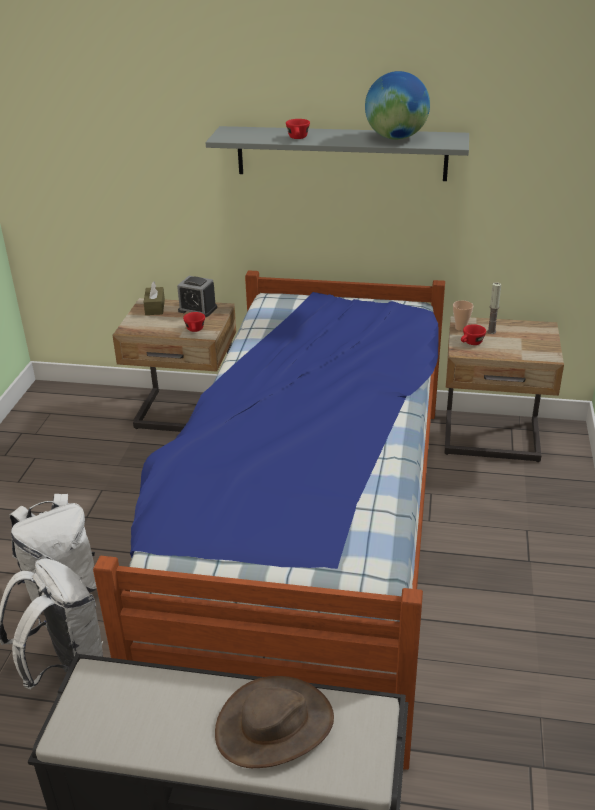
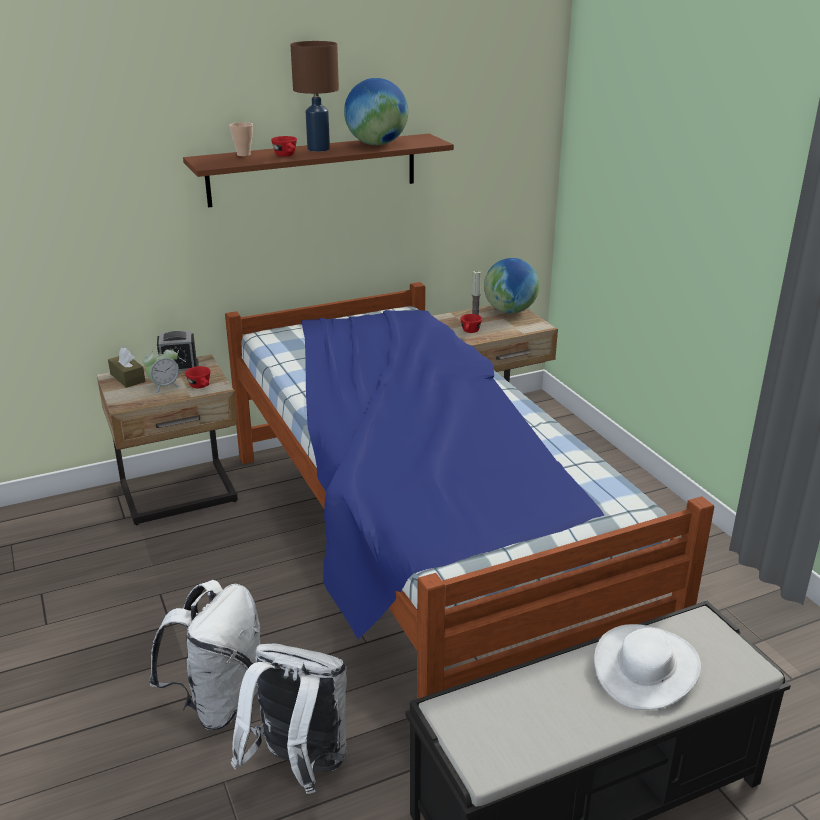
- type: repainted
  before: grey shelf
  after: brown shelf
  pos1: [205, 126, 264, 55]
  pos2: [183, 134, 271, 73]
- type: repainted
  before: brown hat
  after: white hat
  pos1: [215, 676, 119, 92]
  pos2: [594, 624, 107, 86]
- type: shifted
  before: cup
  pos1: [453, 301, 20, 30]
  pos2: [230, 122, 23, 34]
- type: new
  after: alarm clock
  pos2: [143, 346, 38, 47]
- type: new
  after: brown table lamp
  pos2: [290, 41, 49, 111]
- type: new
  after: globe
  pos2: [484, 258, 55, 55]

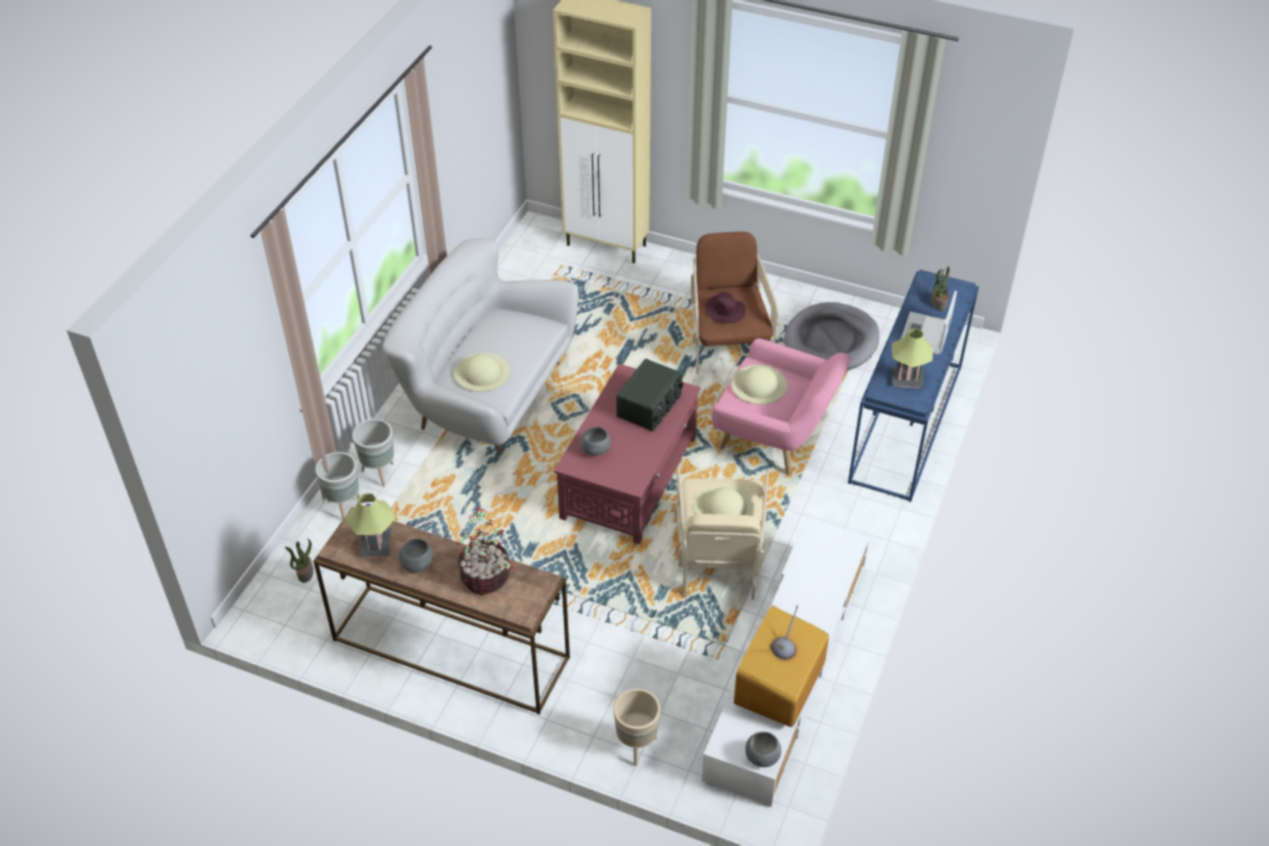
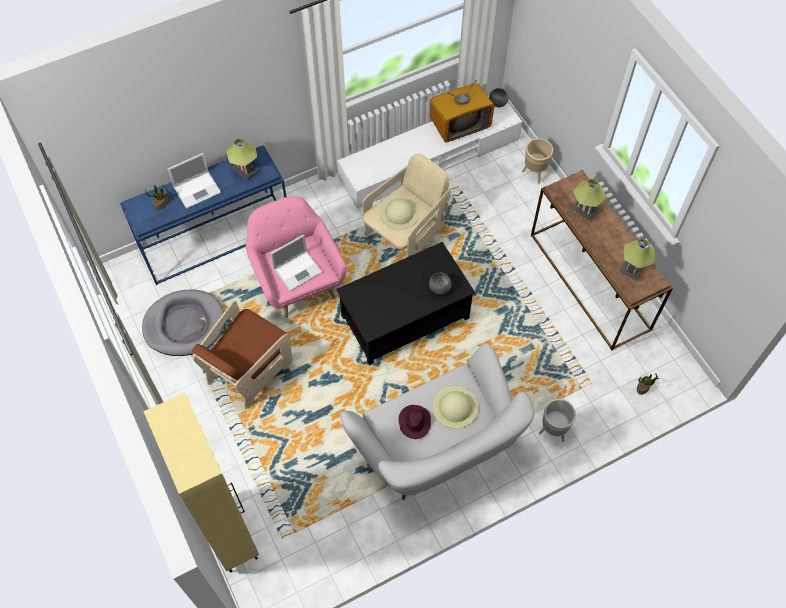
- type: gone
  before: grey planter
  pos1: [315, 452, 45, 68]
- type: gone
  before: grey bowl
  pos1: [399, 539, 35, 34]
- type: swapped
  before: potted plant
  after: table lamp
  pos1: [456, 508, 57, 87]
  pos2: [571, 179, 35, 42]
- type: repainted
  before: red coffee table
  after: black coffee table
  pos1: [554, 364, 147, 180]
  pos2: [336, 242, 139, 123]
- type: gone
  before: radio
  pos1: [616, 359, 67, 72]
- type: shifted
  before: purple hat
  pos1: [705, 292, 41, 31]
  pos2: [398, 405, 33, 34]
- type: swapped
  before: beige hat
  after: laptop
  pos1: [731, 365, 57, 40]
  pos2: [270, 234, 52, 57]

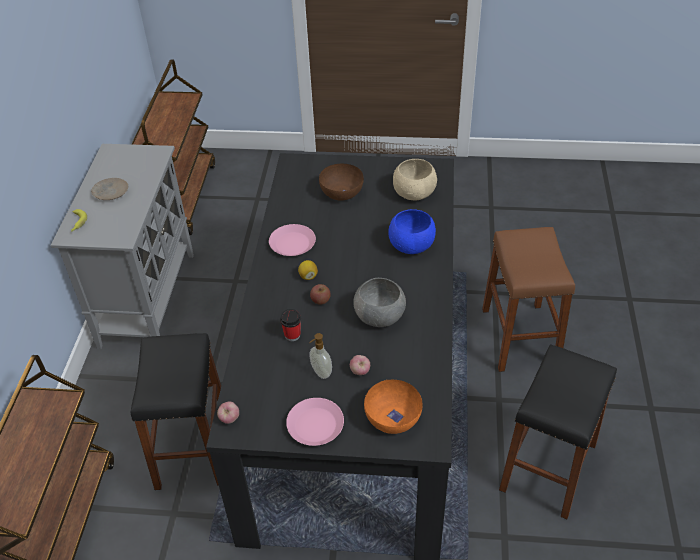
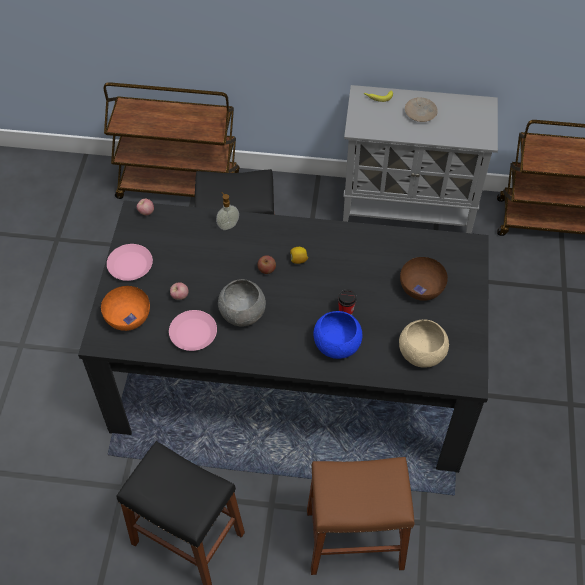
- type: shifted
  before: pink plate
  pos1: [269, 224, 47, 32]
  pos2: [169, 310, 48, 41]
- type: shifted
  before: cup
  pos1: [280, 309, 21, 32]
  pos2: [338, 289, 19, 26]
- type: shifted
  before: soap dispenser
  pos1: [309, 333, 23, 46]
  pos2: [216, 192, 23, 38]

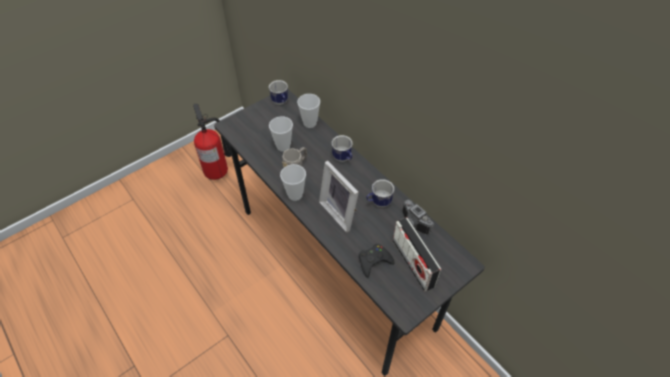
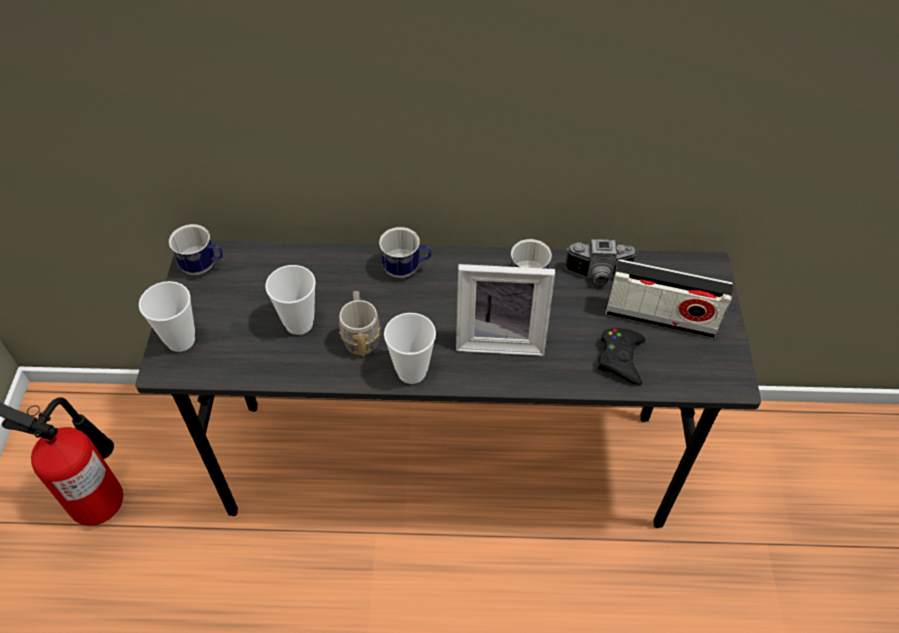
- type: shifted
  before: cup
  pos1: [297, 94, 23, 34]
  pos2: [139, 281, 56, 71]

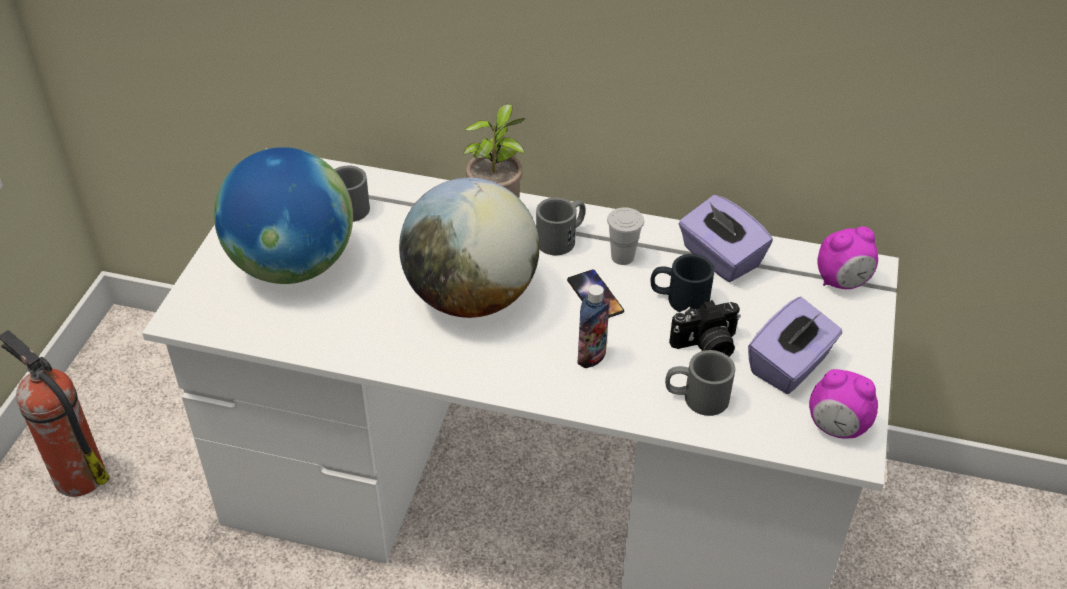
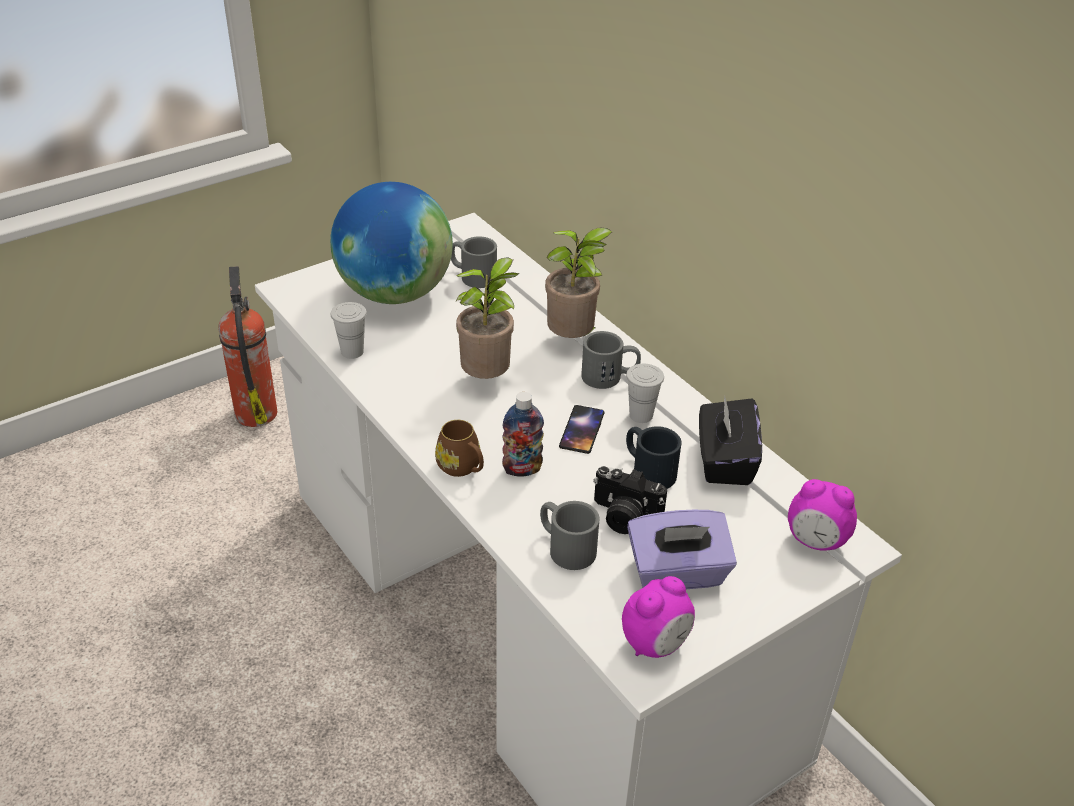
- type: swapped
  before: globe
  after: potted plant
  pos1: [399, 178, 140, 140]
  pos2: [456, 257, 63, 122]
- type: repainted
  before: purple tissue box
  after: black tissue box
  pos1: [679, 195, 94, 87]
  pos2: [699, 395, 63, 90]
- type: rotated
  before: alarm clock
  pos1: [809, 369, 69, 70]
  pos2: [622, 576, 73, 82]
  turn: -105
- type: new
  after: white cup
  pos2: [331, 302, 36, 57]
- type: new
  after: brown mug
  pos2: [435, 420, 49, 57]

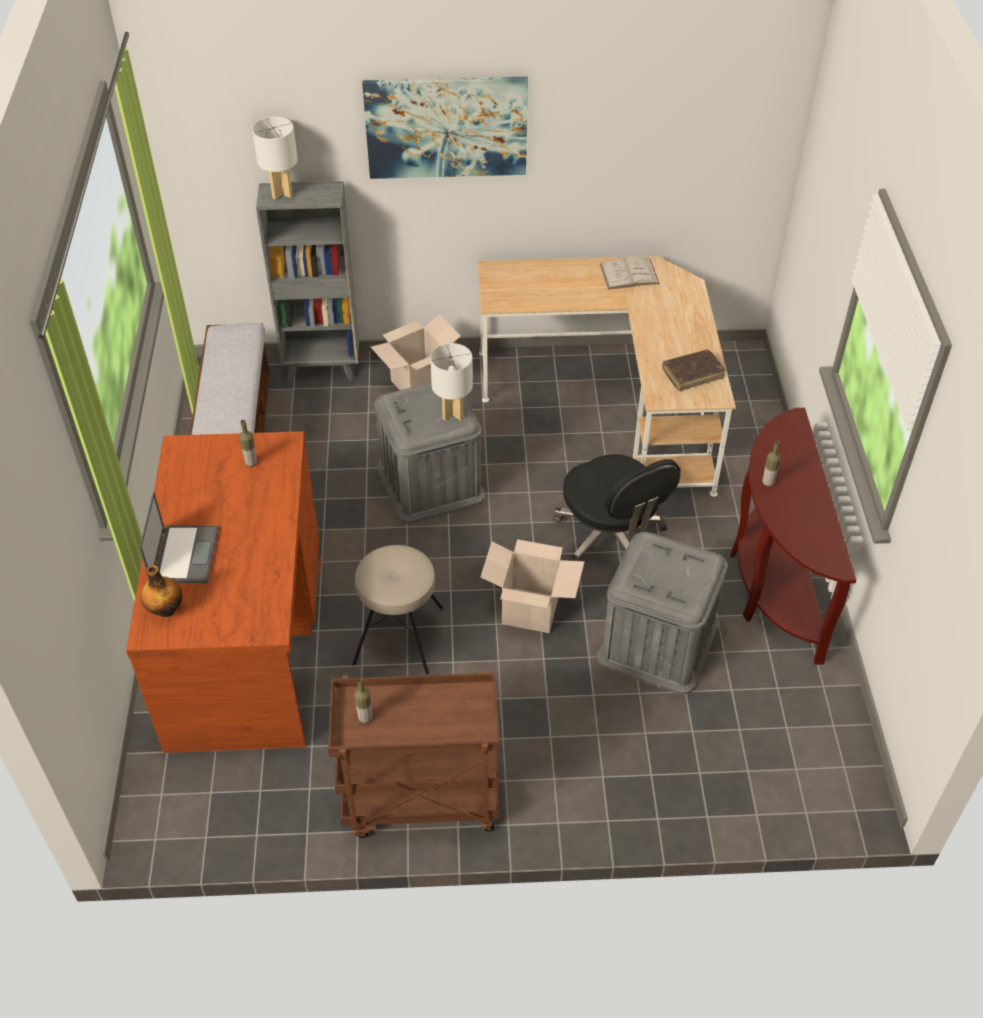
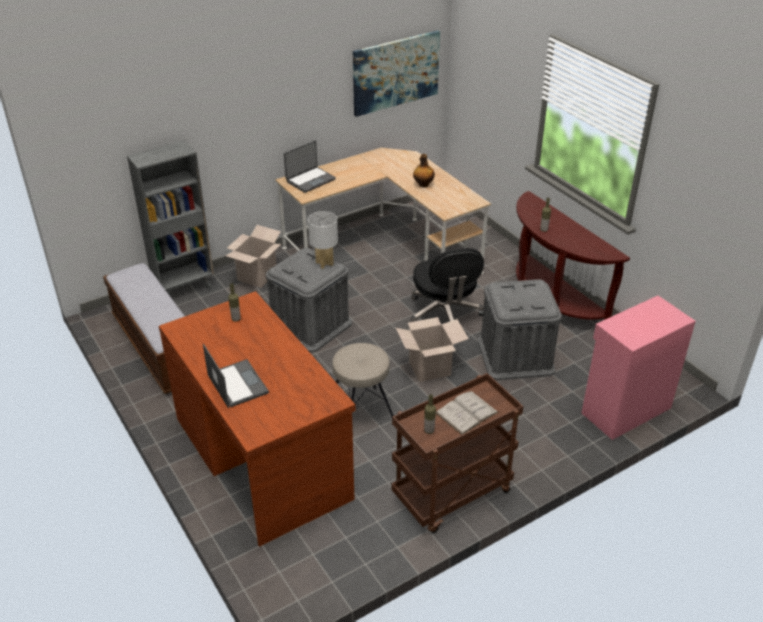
- type: shifted
  before: bottle
  pos1: [140, 565, 42, 52]
  pos2: [413, 154, 22, 33]
- type: gone
  before: white table lamp
  pos1: [252, 117, 46, 83]
- type: shifted
  before: picture
  pos1: [362, 77, 166, 102]
  pos2: [353, 30, 87, 87]
- type: rotated
  before: black office chair
  pos1: [553, 454, 128, 107]
  pos2: [411, 248, 73, 74]
  turn: 45
- type: shifted
  before: white book
  pos1: [600, 256, 60, 33]
  pos2: [436, 391, 63, 44]
- type: gone
  before: brown book
  pos1: [662, 350, 64, 41]
- type: new
  after: laptop
  pos2: [284, 141, 52, 52]
- type: new
  after: pink cabinet
  pos2: [582, 296, 114, 144]

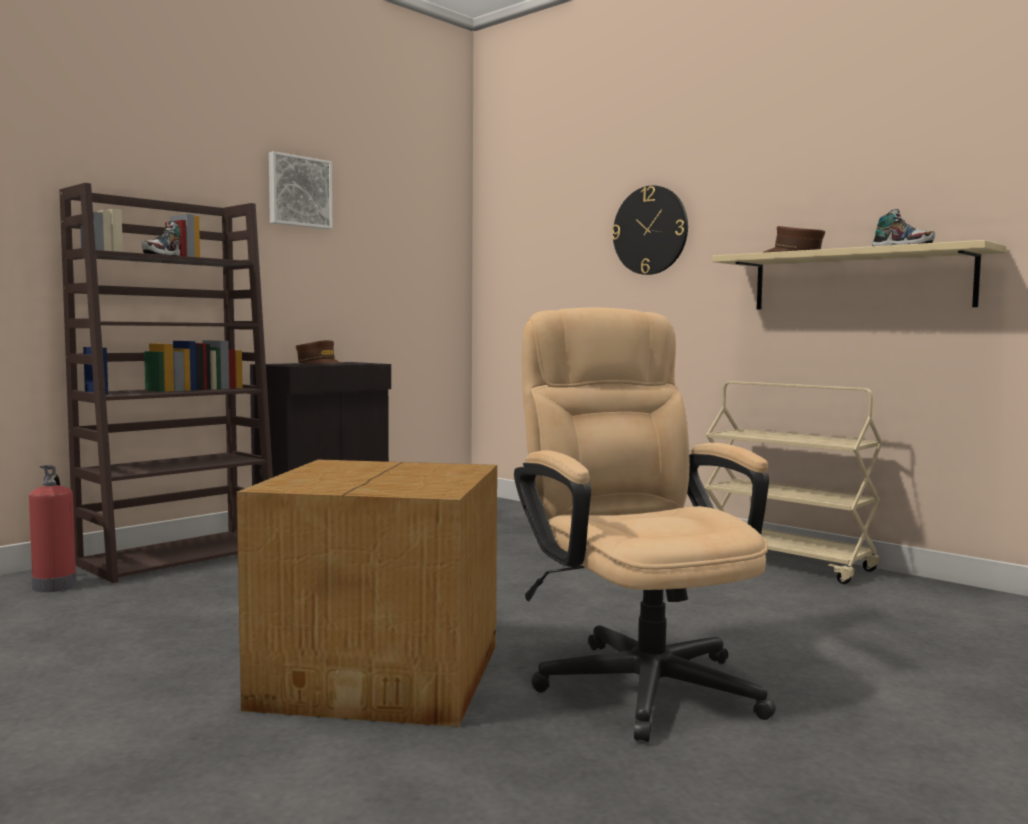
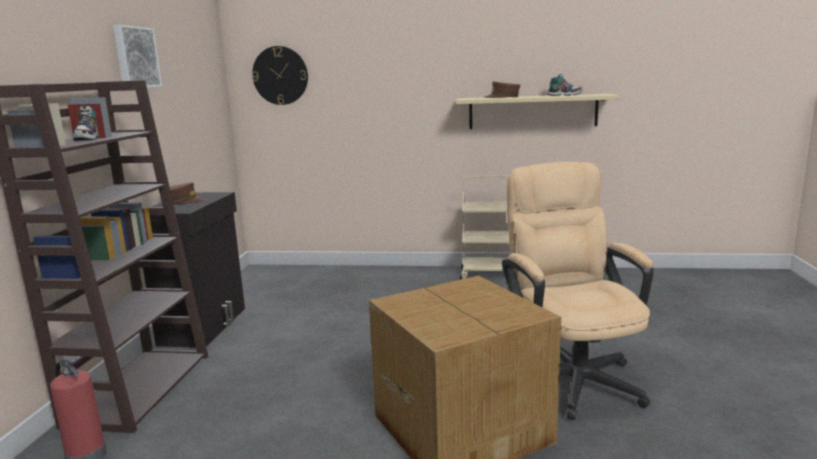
- type: rotated
  before: beige office chair
  pos1: [514, 308, 262, 434]
  pos2: [502, 162, 152, 258]
  turn: 45
- type: shifted
  before: wall clock
  pos1: [612, 185, 76, 90]
  pos2: [252, 46, 56, 59]

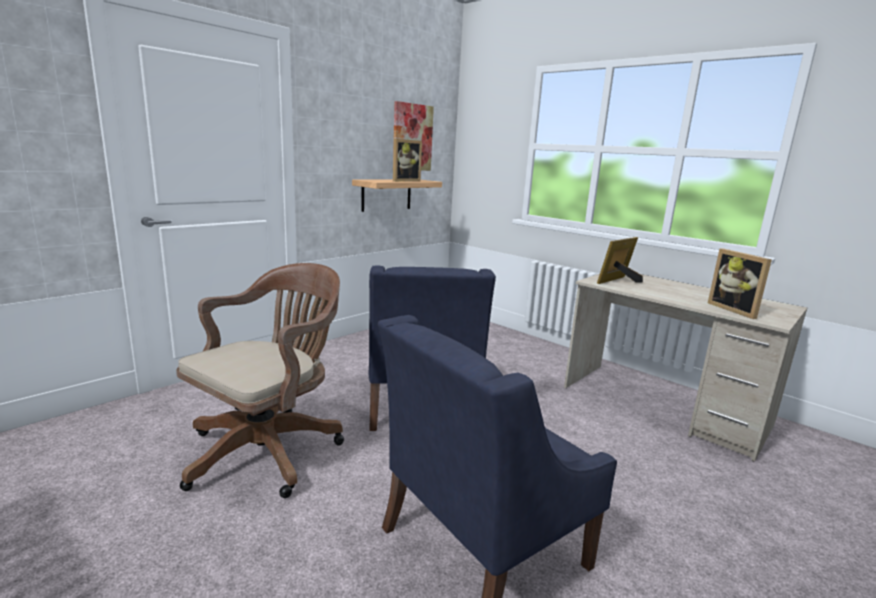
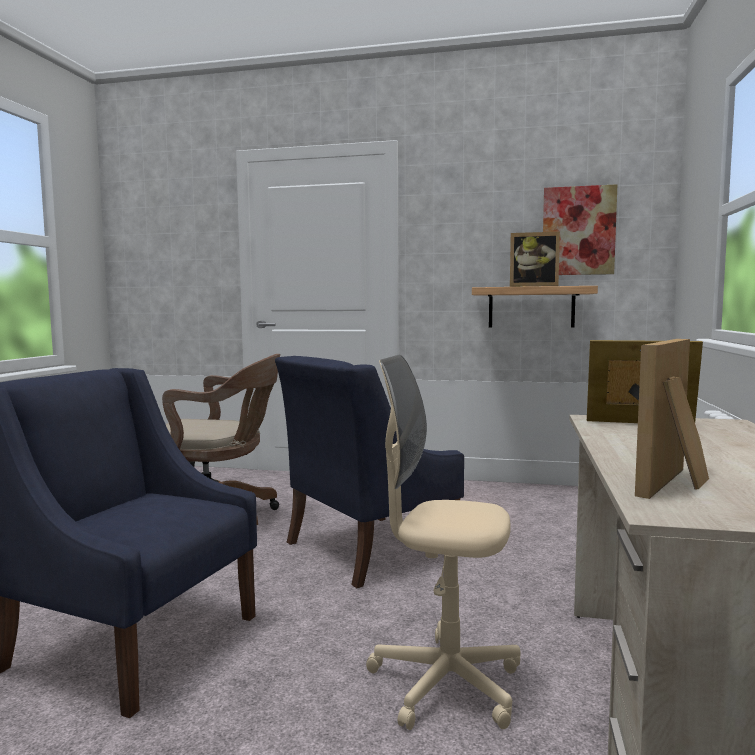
- type: new
  after: beige office chair
  pos2: [366, 355, 155, 375]

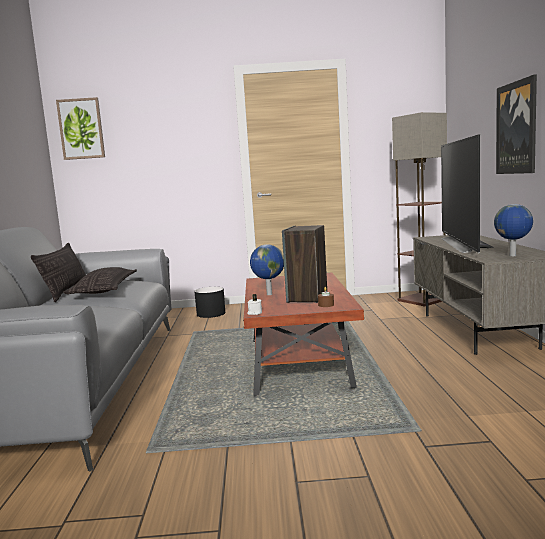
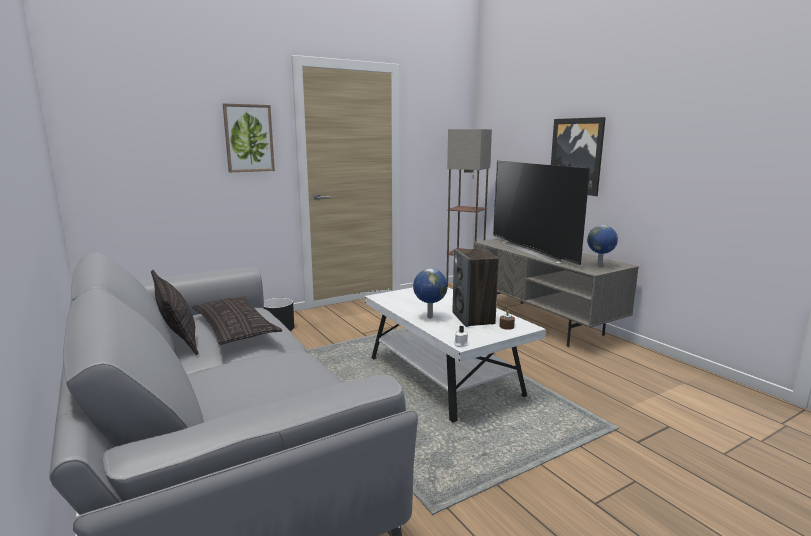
- type: shifted
  before: picture
  pos1: [56, 97, 49, 63]
  pos2: [223, 103, 52, 69]
- type: repainted
  before: brown coffee table
  after: white coffee table
  pos1: [243, 272, 121, 124]
  pos2: [365, 287, 181, 135]

